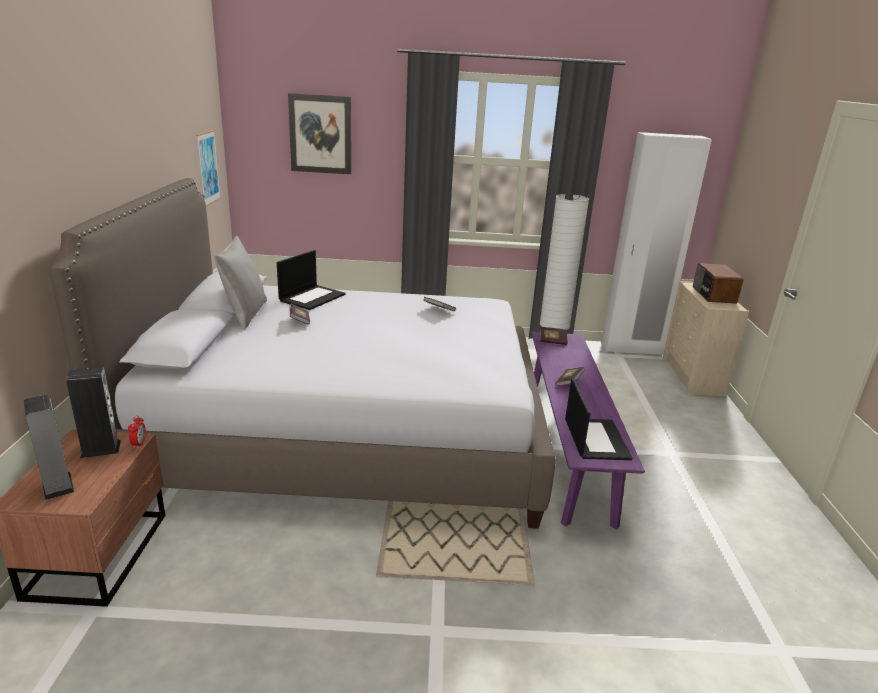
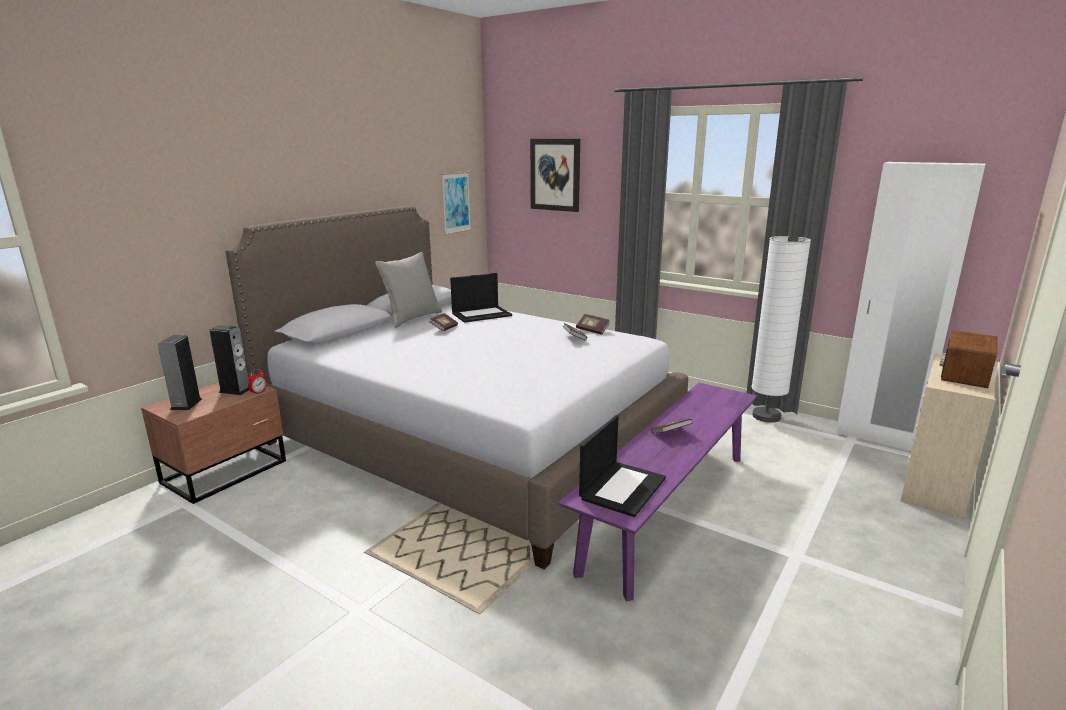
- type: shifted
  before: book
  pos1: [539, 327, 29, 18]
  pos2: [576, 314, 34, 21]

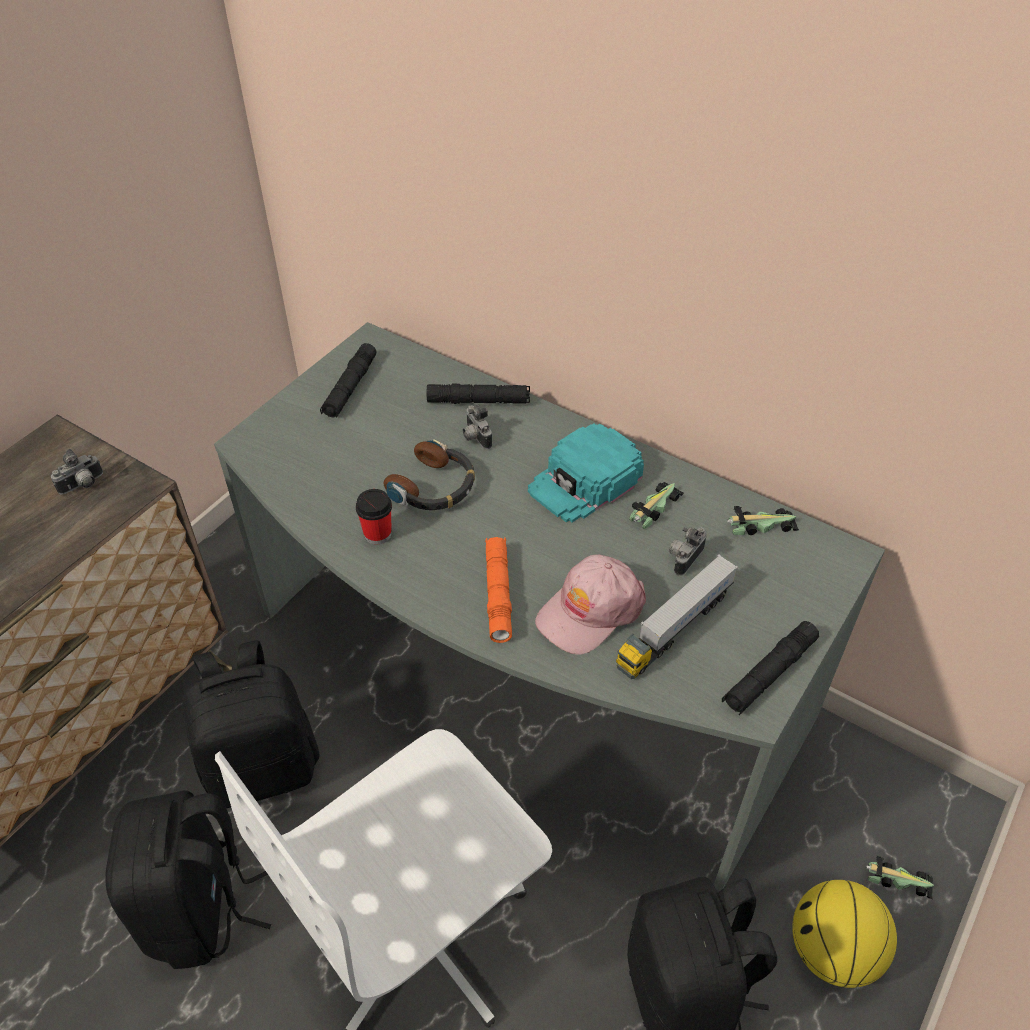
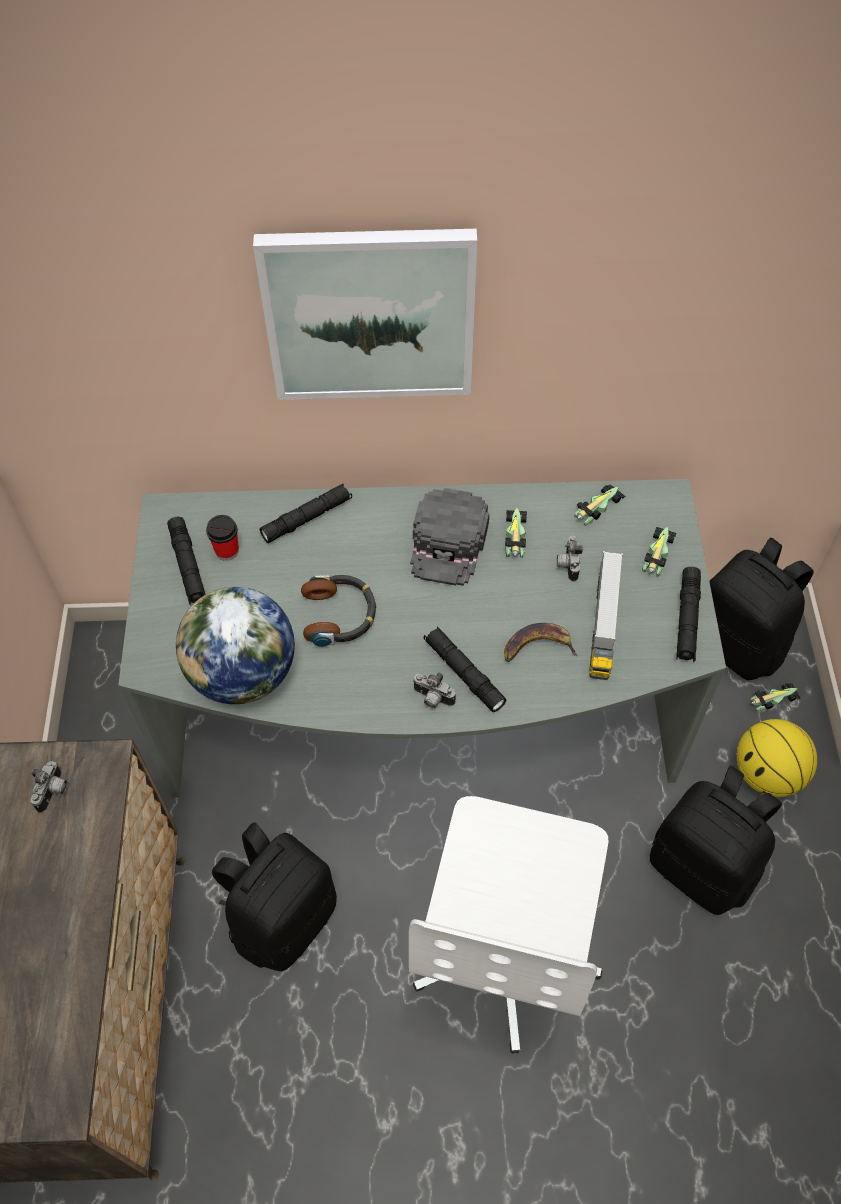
- type: shifted
  before: black backpack
  pos1: [105, 790, 166, 179]
  pos2: [709, 538, 105, 142]
- type: shifted
  before: cup
  pos1: [355, 489, 37, 55]
  pos2: [206, 515, 33, 46]
- type: shifted
  before: photo camera
  pos1: [463, 405, 29, 44]
  pos2: [413, 672, 43, 36]
- type: repainted
  before: orange flashlight
  after: black flashlight
  pos1: [485, 537, 27, 106]
  pos2: [423, 626, 83, 86]
- type: repainted
  before: turquoise cap
  after: black cap
  pos1: [528, 423, 116, 100]
  pos2: [410, 488, 79, 98]
- type: swapped
  before: pink cap
  after: banana
  pos1: [535, 555, 111, 100]
  pos2: [504, 623, 73, 39]
- type: new
  after: globe
  pos2: [176, 587, 119, 117]
- type: new
  after: picture
  pos2: [253, 229, 224, 171]
- type: new
  after: toy car
  pos2: [642, 527, 34, 50]

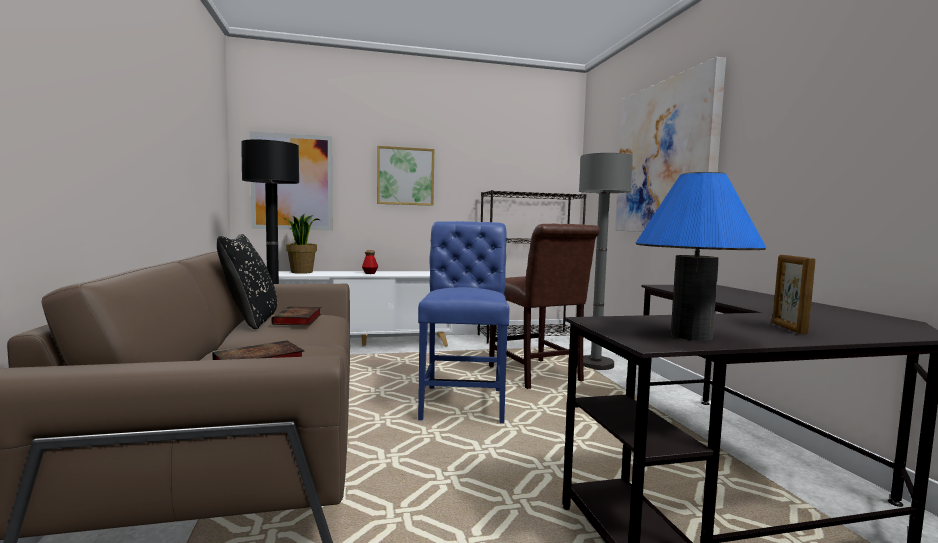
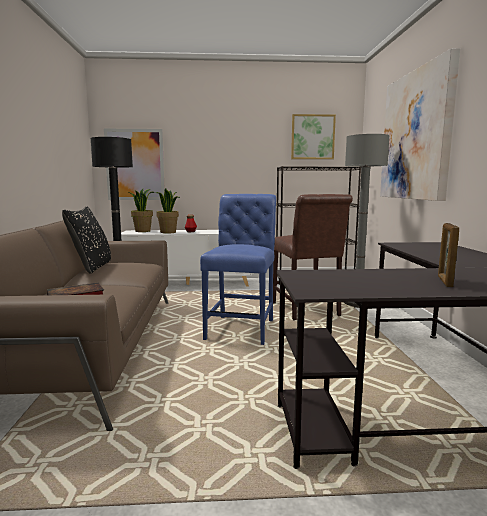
- type: gone
  before: book
  pos1: [271, 306, 50, 20]
- type: shifted
  before: picture
  pos1: [377, 146, 57, 60]
  pos2: [291, 114, 45, 45]
- type: gone
  before: blue table lamp
  pos1: [636, 172, 130, 169]
- type: new
  after: potted plant
  pos2: [156, 189, 24, 45]

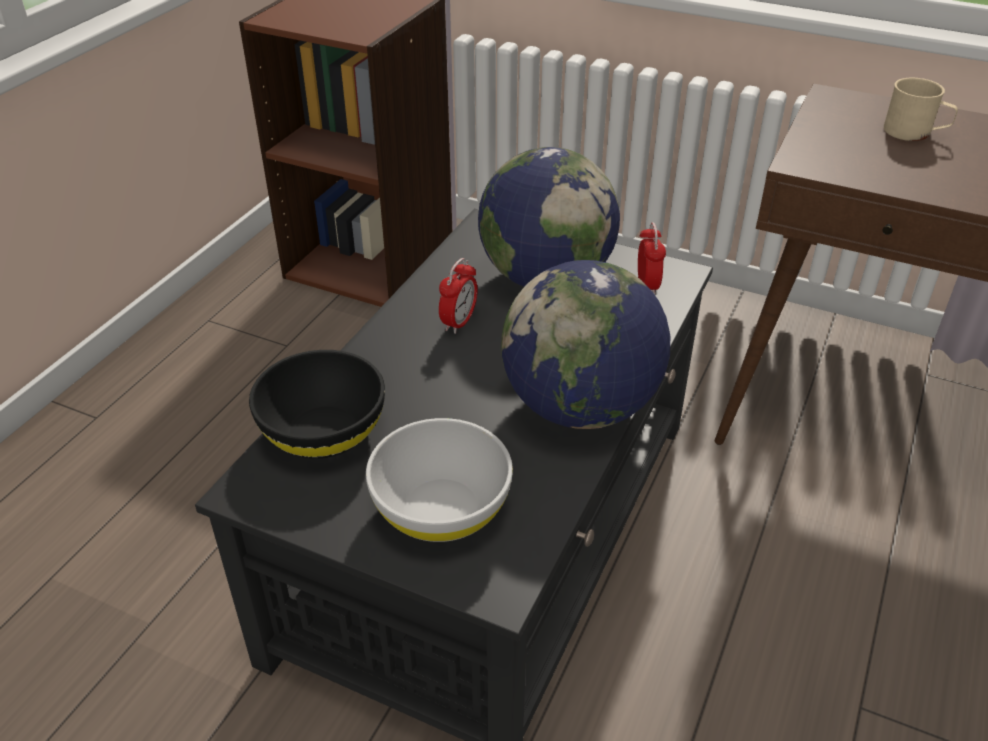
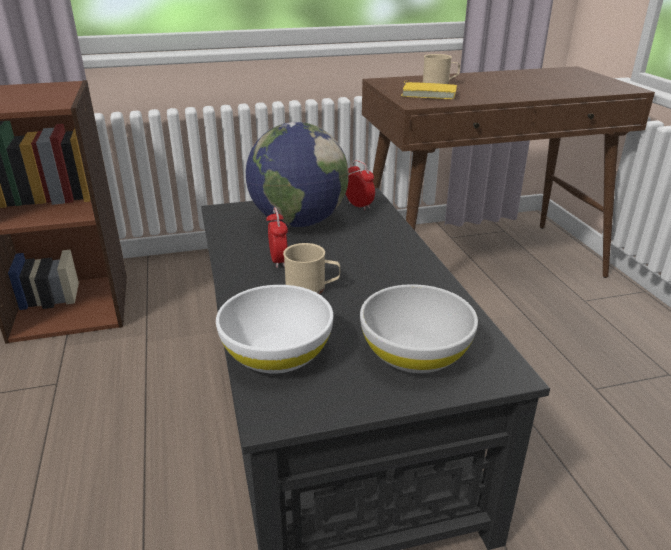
- type: repainted
  before: black bowl
  after: white bowl
  pos1: [249, 350, 136, 109]
  pos2: [216, 285, 117, 89]
- type: gone
  before: globe
  pos1: [501, 260, 169, 169]
- type: new
  after: beige mug
  pos2: [283, 243, 57, 51]
- type: new
  after: yellow book
  pos2: [401, 80, 56, 19]

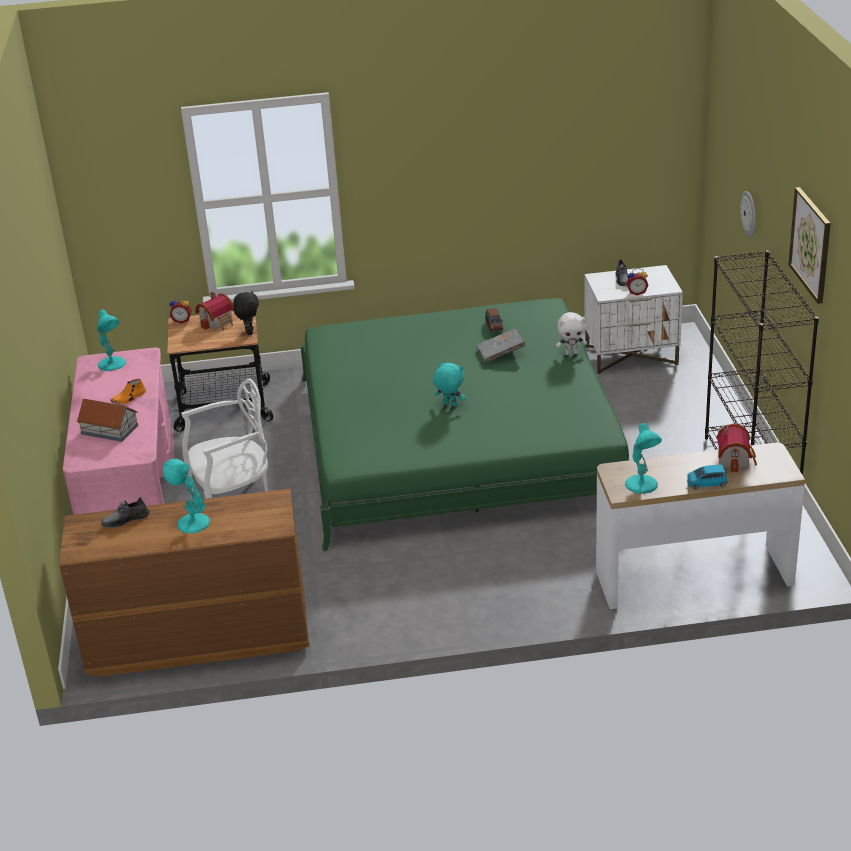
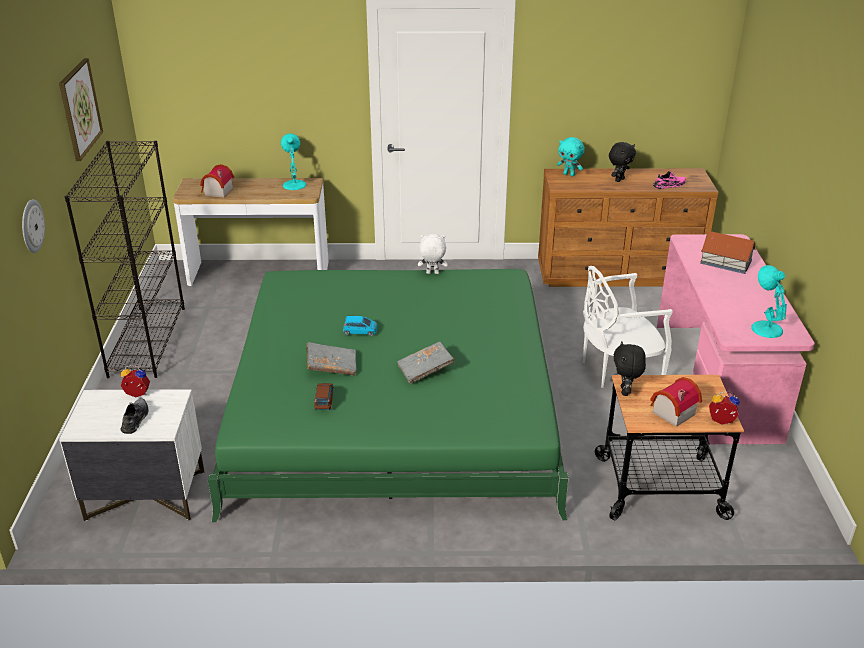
- type: repainted
  before: grey shoe
  after: pink shoe
  pos1: [101, 496, 48, 32]
  pos2: [653, 171, 33, 18]
- type: gone
  before: orange shoe
  pos1: [110, 379, 36, 25]
- type: swapped
  before: turquoise table lamp
  after: black plush toy
  pos1: [163, 459, 47, 74]
  pos2: [609, 142, 27, 40]
- type: shifted
  before: turquoise plush toy
  pos1: [433, 362, 32, 45]
  pos2: [557, 137, 28, 40]
- type: shifted
  before: white plush toy
  pos1: [556, 312, 31, 43]
  pos2: [418, 234, 30, 40]
- type: shifted
  before: blue toy car
  pos1: [687, 465, 40, 24]
  pos2: [343, 316, 34, 20]
- type: new
  after: grey book
  pos2: [397, 342, 58, 42]

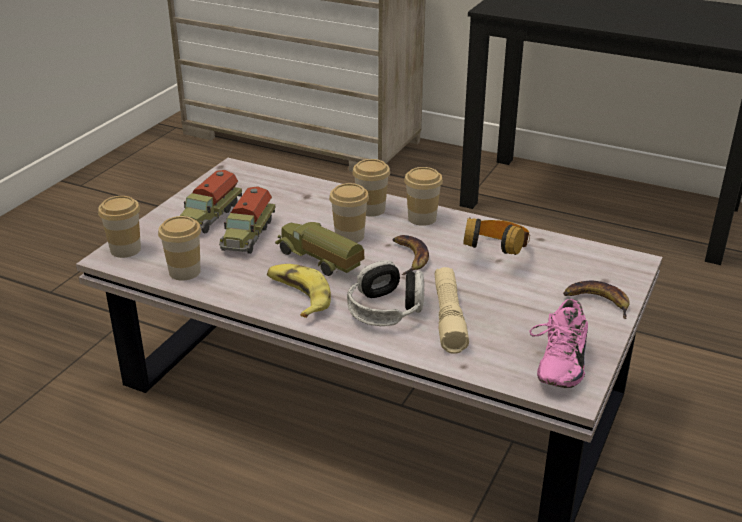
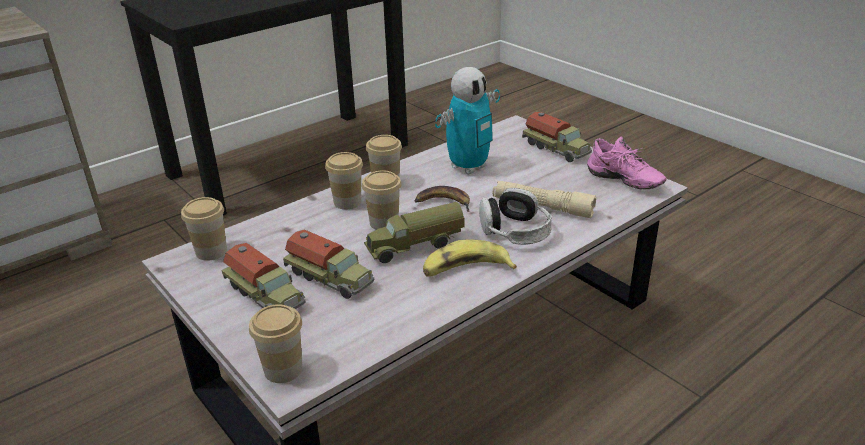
- type: shifted
  before: cup
  pos1: [158, 216, 43, 65]
  pos2: [181, 197, 46, 64]
- type: swapped
  before: headphones
  after: toy robot
  pos1: [463, 217, 67, 38]
  pos2: [435, 67, 65, 108]
- type: swapped
  before: banana
  after: toy truck
  pos1: [563, 281, 67, 38]
  pos2: [522, 112, 70, 50]

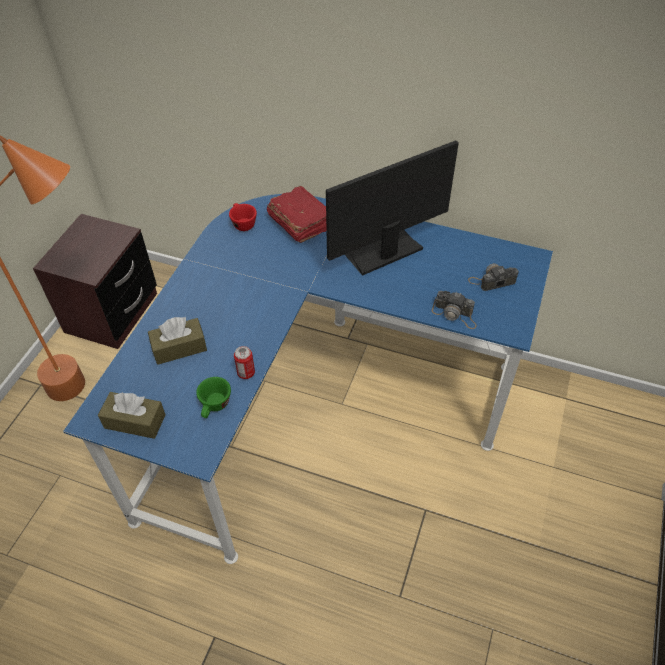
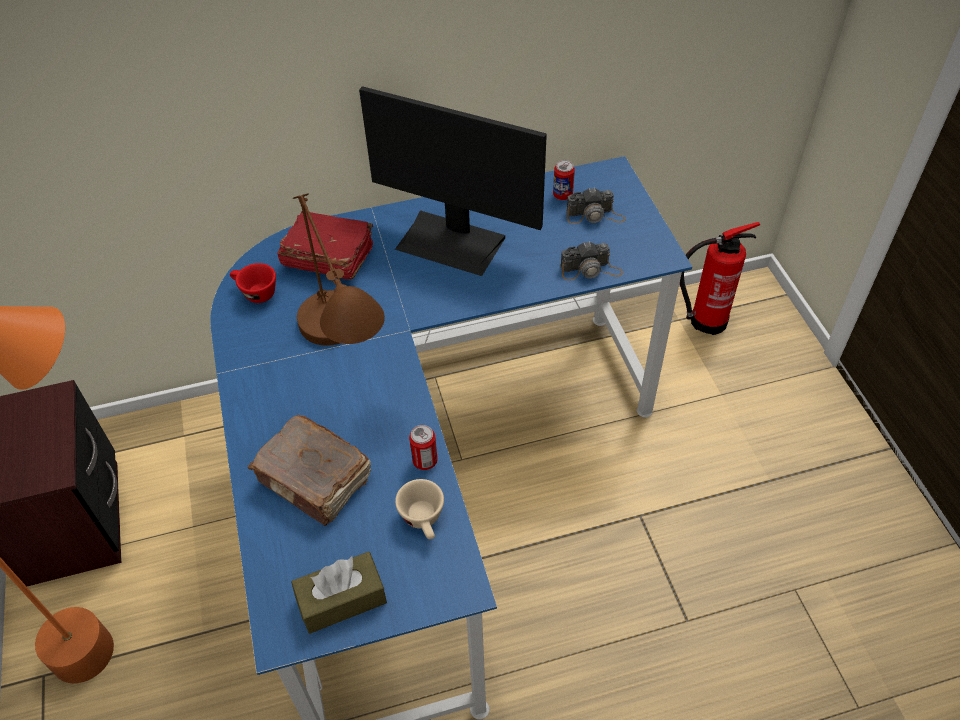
- type: swapped
  before: brown tissue box
  after: brown book
  pos1: [148, 317, 59, 48]
  pos2: [248, 415, 123, 111]
- type: repainted
  before: green cup
  after: beige cup
  pos1: [196, 377, 35, 41]
  pos2: [395, 479, 49, 60]
- type: rotated
  before: monitor
  pos1: [326, 140, 133, 136]
  pos2: [359, 86, 188, 190]
  turn: -90
- type: rotated
  before: photo camera
  pos1: [468, 263, 51, 28]
  pos2: [566, 187, 59, 37]
  turn: -135
- type: new
  after: brown table lamp
  pos2: [293, 194, 92, 152]
- type: new
  after: can
  pos2: [553, 160, 22, 40]
- type: new
  after: fire extinguisher
  pos2: [680, 222, 80, 113]

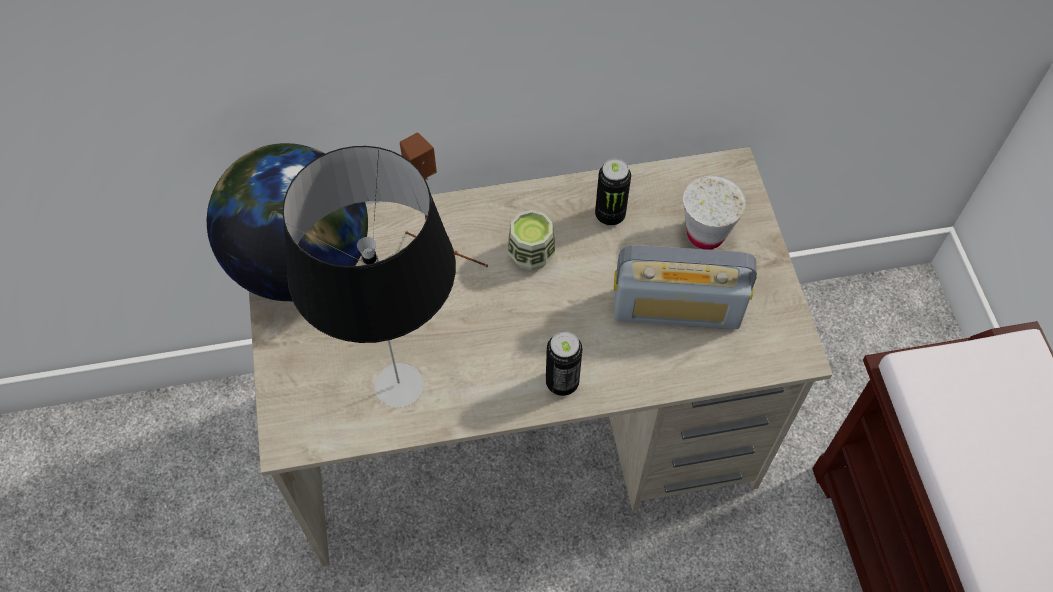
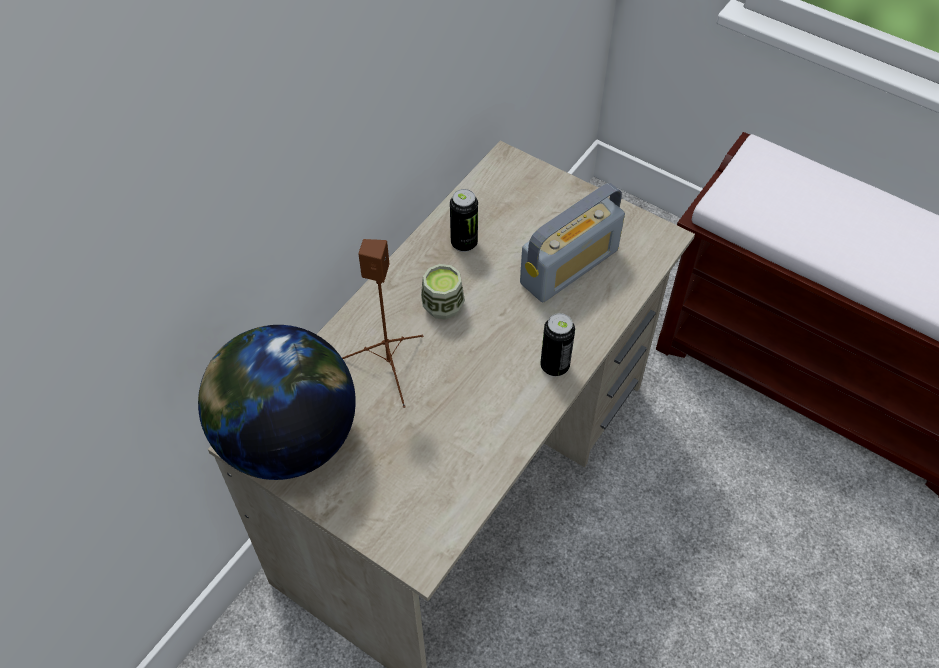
- type: gone
  before: table lamp
  pos1: [282, 146, 174, 262]
- type: gone
  before: white cup
  pos1: [683, 175, 63, 75]

